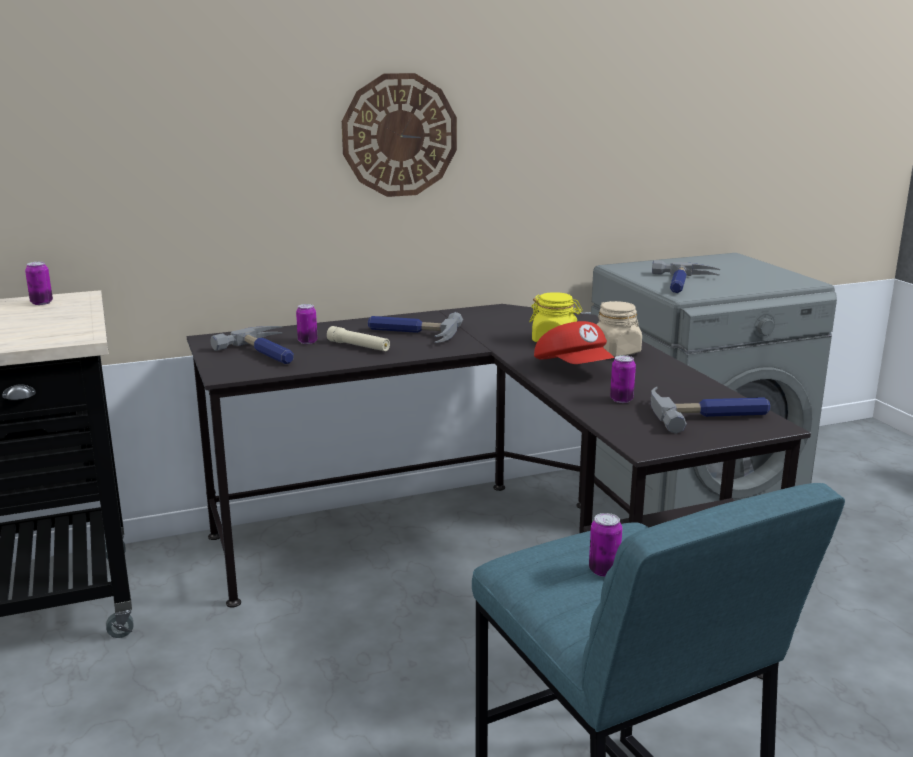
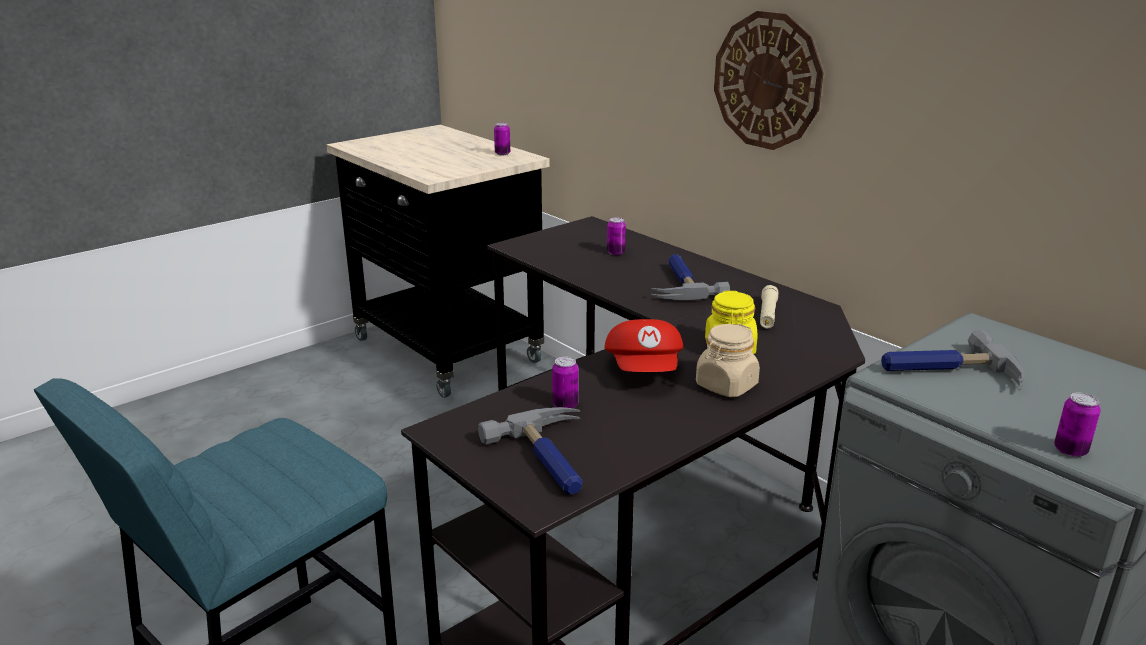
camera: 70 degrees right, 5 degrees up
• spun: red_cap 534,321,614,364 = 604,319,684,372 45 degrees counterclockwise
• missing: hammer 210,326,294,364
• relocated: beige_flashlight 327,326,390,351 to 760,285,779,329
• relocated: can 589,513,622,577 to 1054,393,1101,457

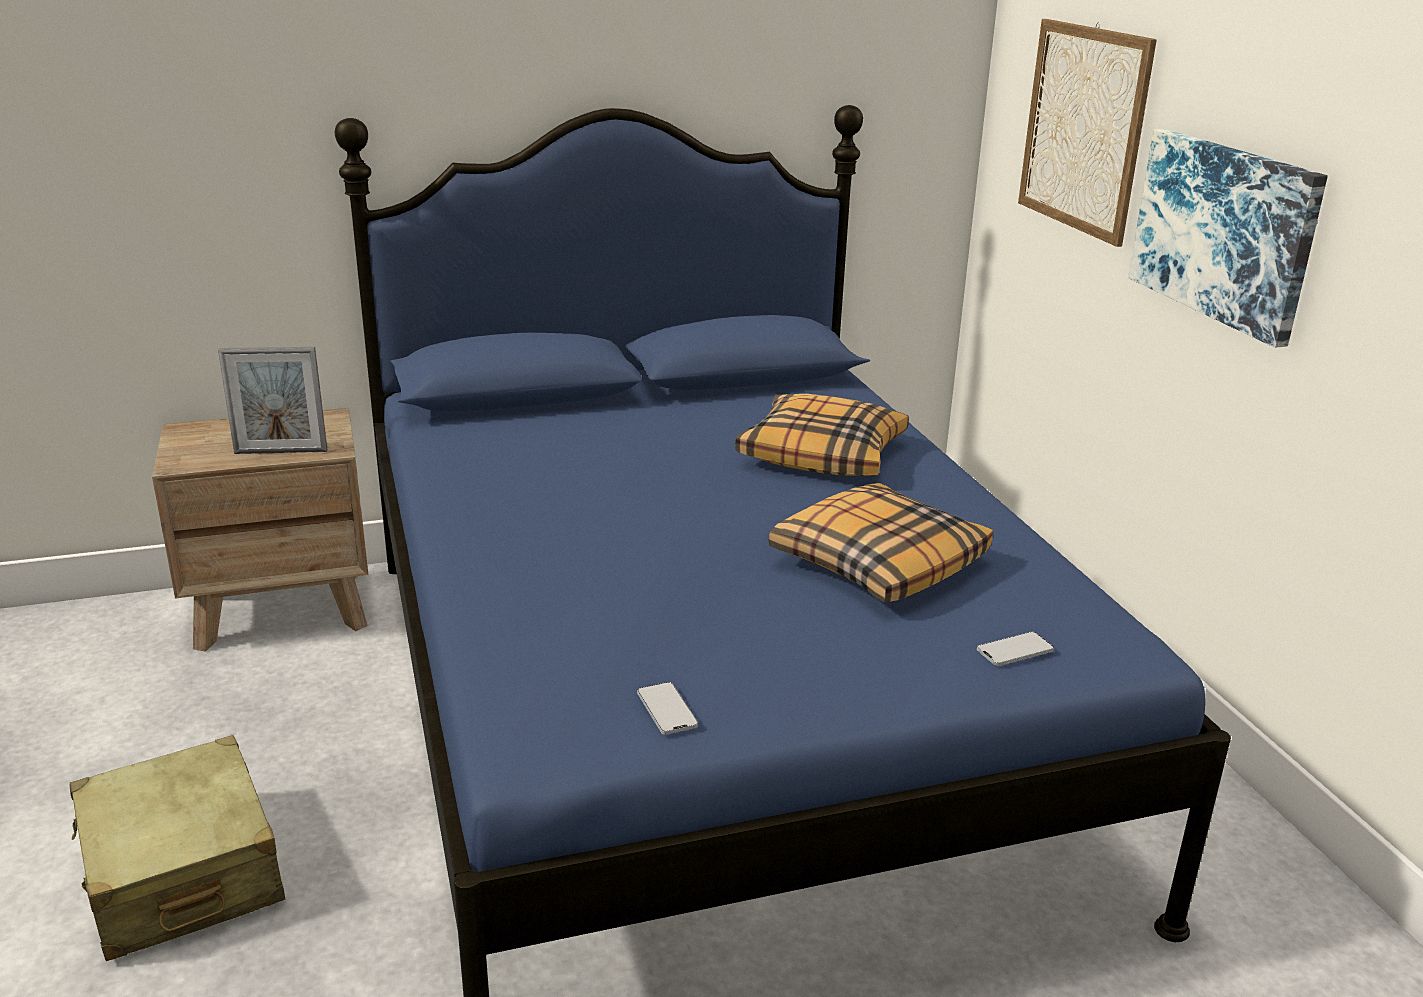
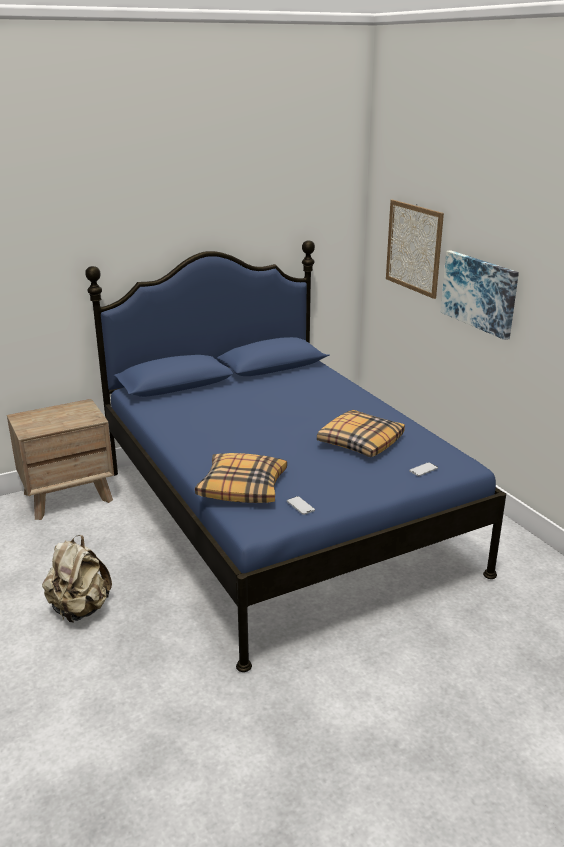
camera: 10 degrees left, 0 degrees up
• missing: picture_frame 218,347,328,454
• relocated: pillow 735,394,909,476 to 195,453,287,503
• exchanged: beige_suitcase 70,735,285,961 to beige_backpack 42,535,112,622

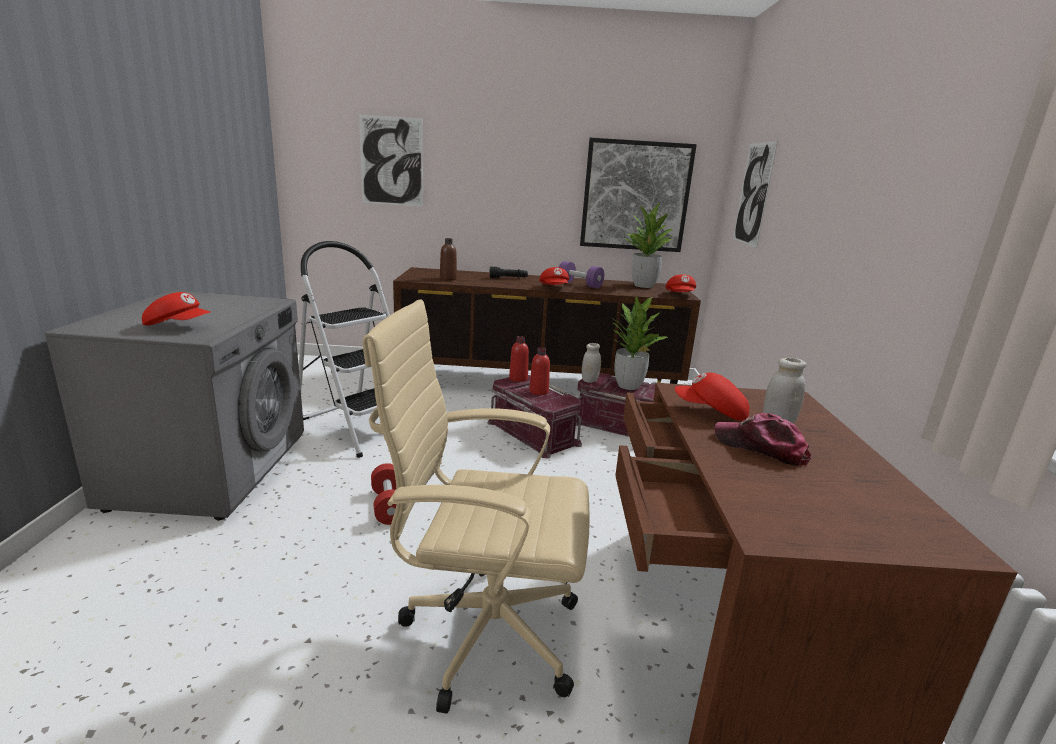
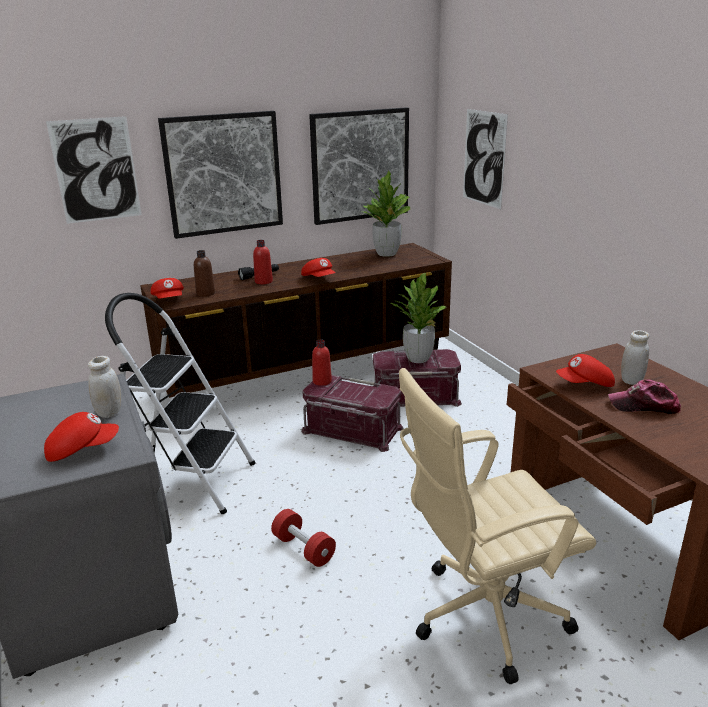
camera: 25 degrees left, 5 degrees up
• missing: purple_dumbbell 559,261,604,288
• relocated: red_cap 666,275,696,292 to 150,278,184,299
• relocated: white_jar 582,343,601,383 to 88,356,121,418
• relocated: red_bottle 529,347,550,395 to 253,240,273,284
• appeared: picture 158,111,283,239

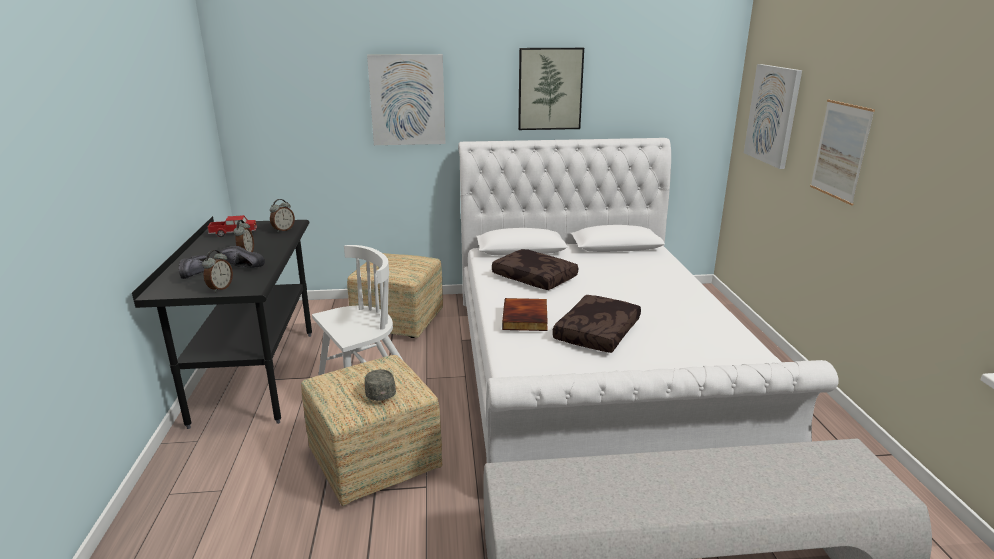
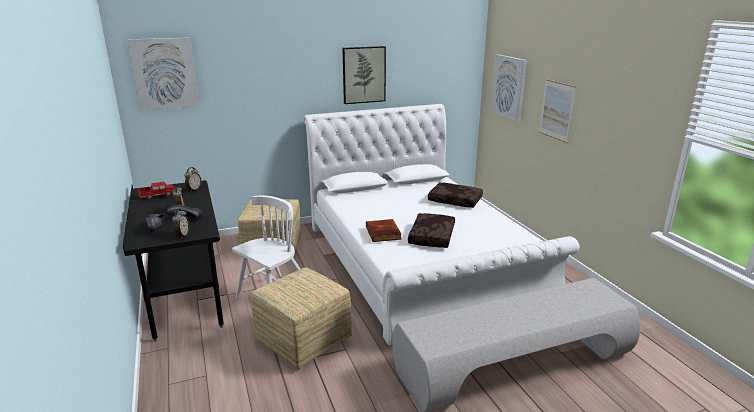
camera: 15 degrees left, 0 degrees up
• relocated: picture 367,54,446,145 to 128,37,199,110
• relocated: brown_pillow 492,249,578,290 to 428,183,483,208
• missing: grey_cap 365,369,396,401

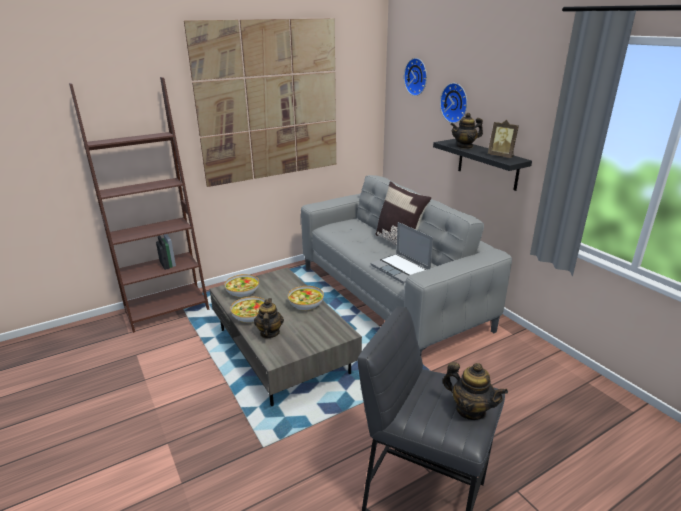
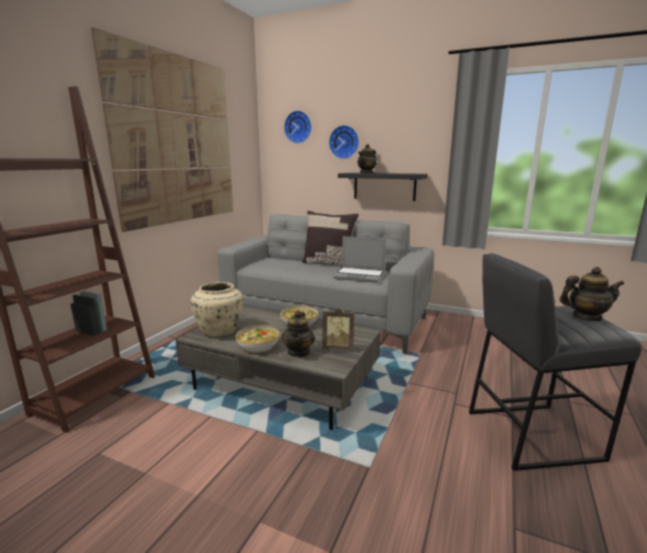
camera: 35 degrees left, 10 degrees down
• relocated: picture_frame 488,120,519,158 to 322,308,354,351
• exchanged: bowl 224,274,259,298 to beige_vase 191,282,243,337
• spun: teapot 254,298,284,338 = 282,310,315,357 135 degrees counterclockwise

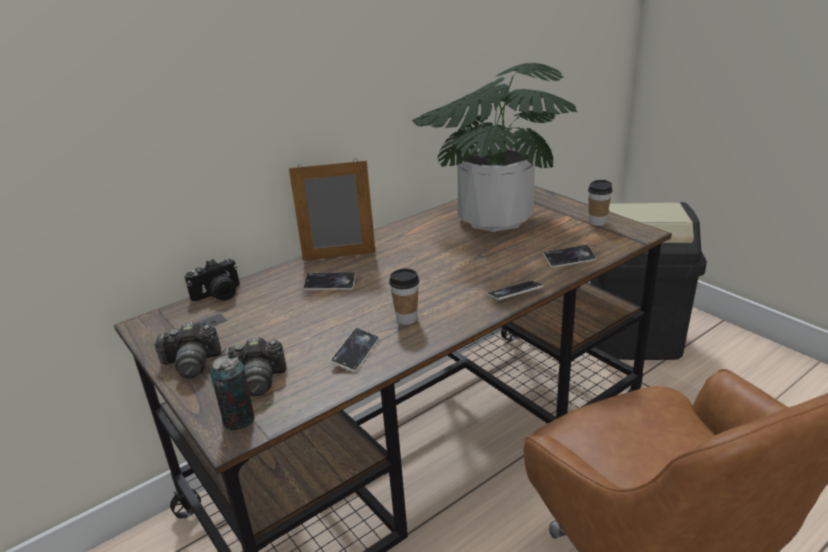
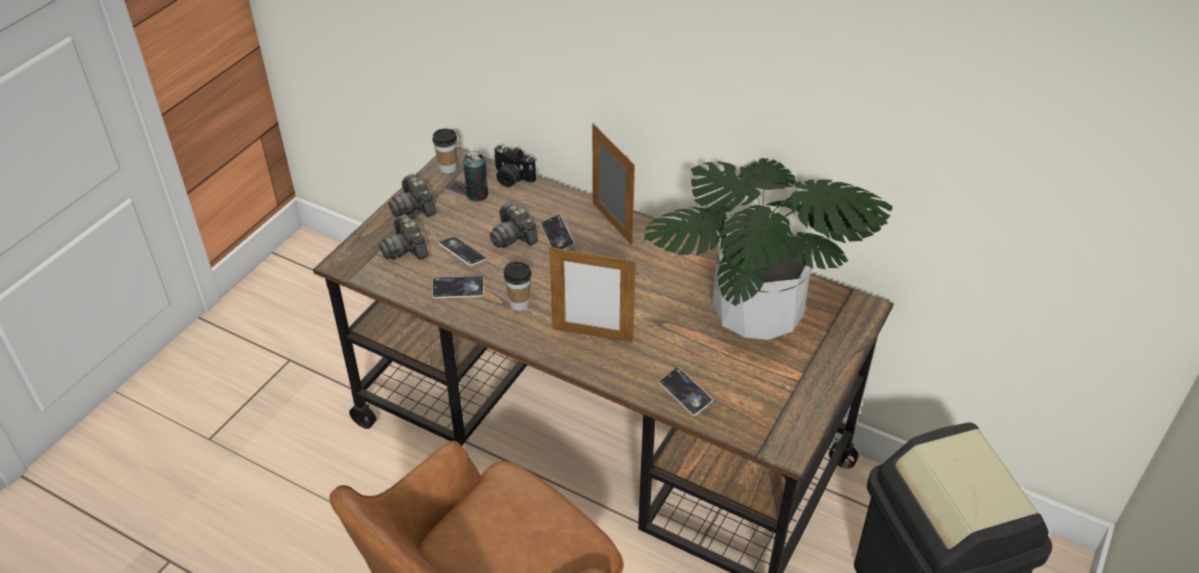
camera: 65 degrees right, 15 degrees up
• relocated: cup 588,180,613,226 to 433,129,457,174
• relocated: phone 487,281,544,300 to 438,237,487,266
• relocated: can 210,355,255,430 to 463,151,488,202
• appeared: photo_camera 490,202,538,248
• appeared: picture_frame 549,246,636,343

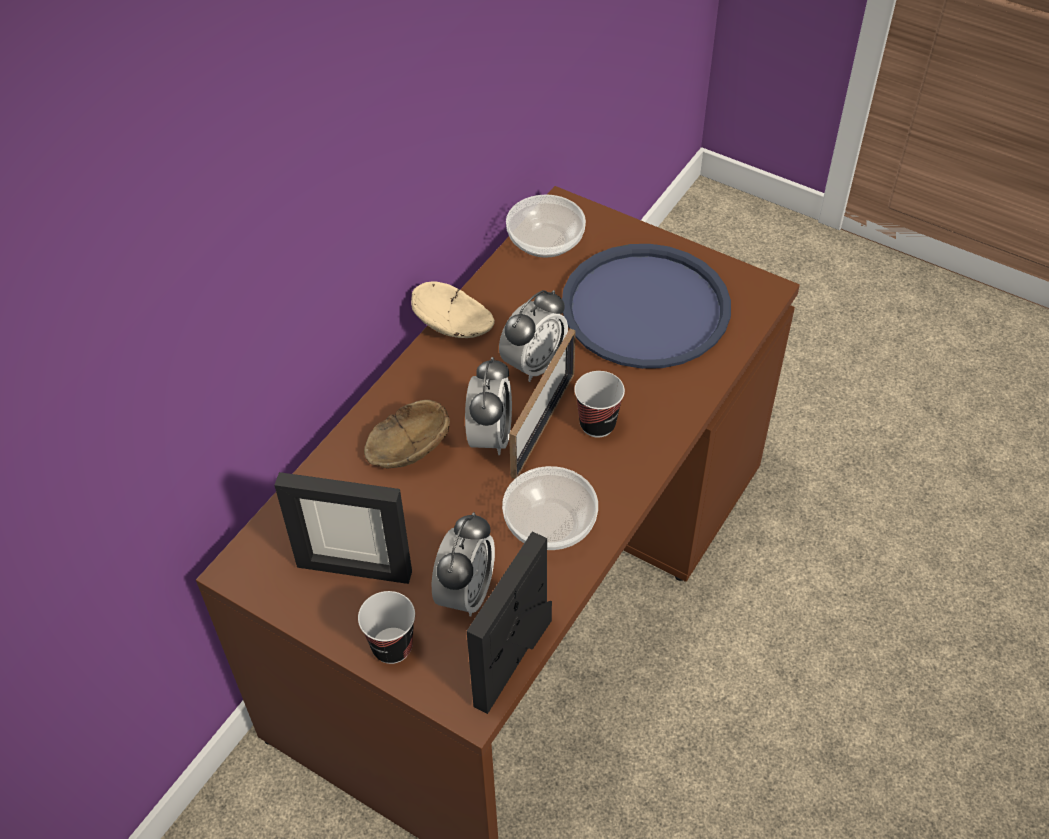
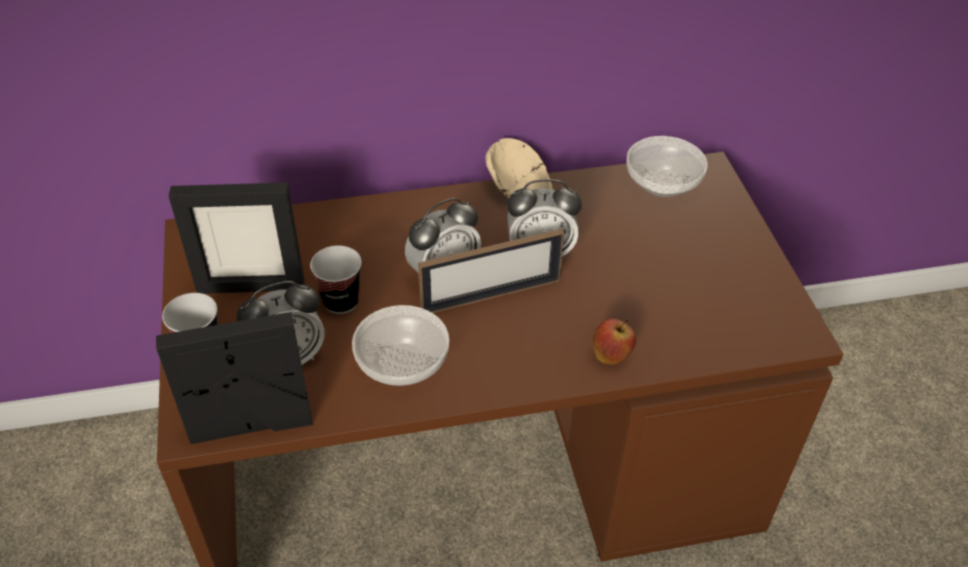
camera: 45 degrees right, 5 degrees down
• missing: blue_tray 562,244,731,369
• relocated: cup 574,371,625,438 to 310,245,362,314
• missing: brown_bowl 364,400,450,468
• spun: picture_frame 274,472,412,584 = 169,183,305,294 60 degrees counterclockwise
• appeared: apple 593,319,636,364

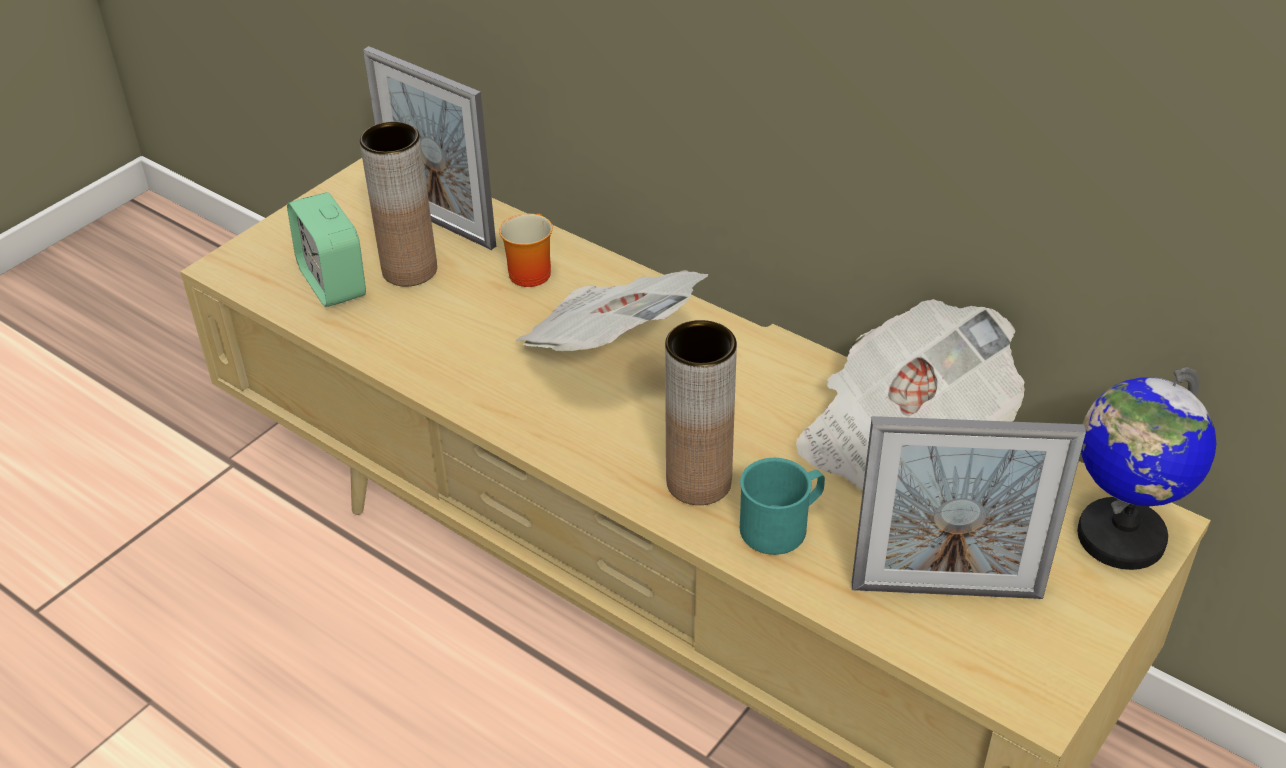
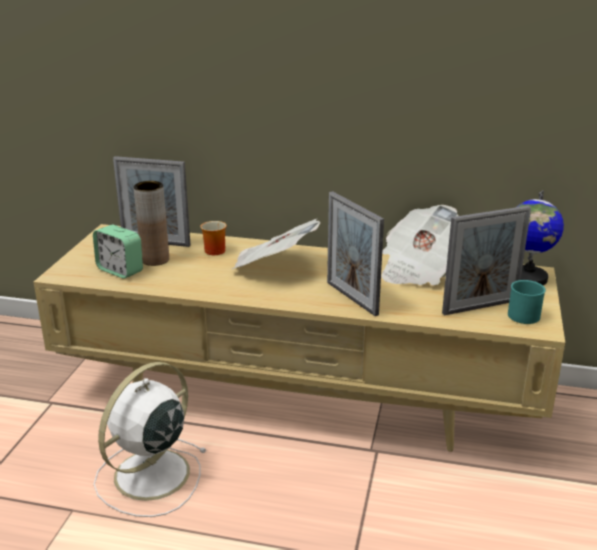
camera: 25 degrees left, 15 degrees down
• exchanged: brown_vase 665,320,737,505 to picture_frame 327,191,384,316
• relocated: turquoise_mug 740,458,825,555 to 508,280,546,324
• appeared: white_fan 94,362,207,517

